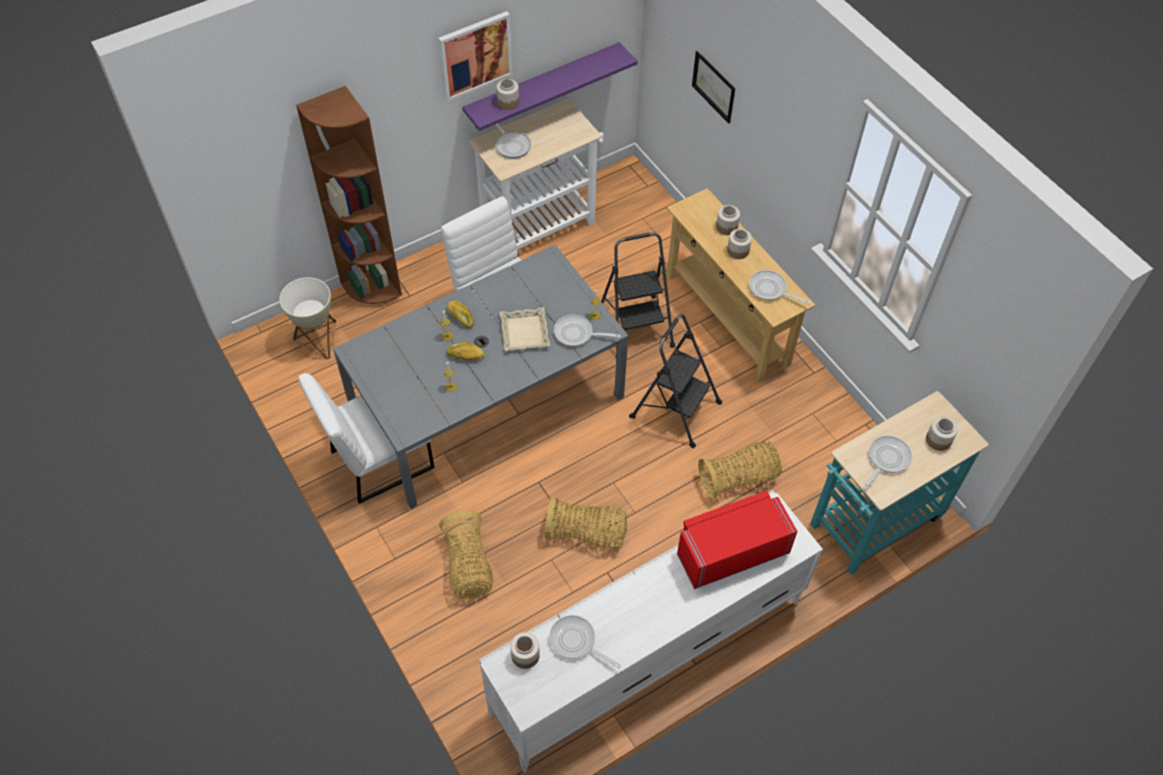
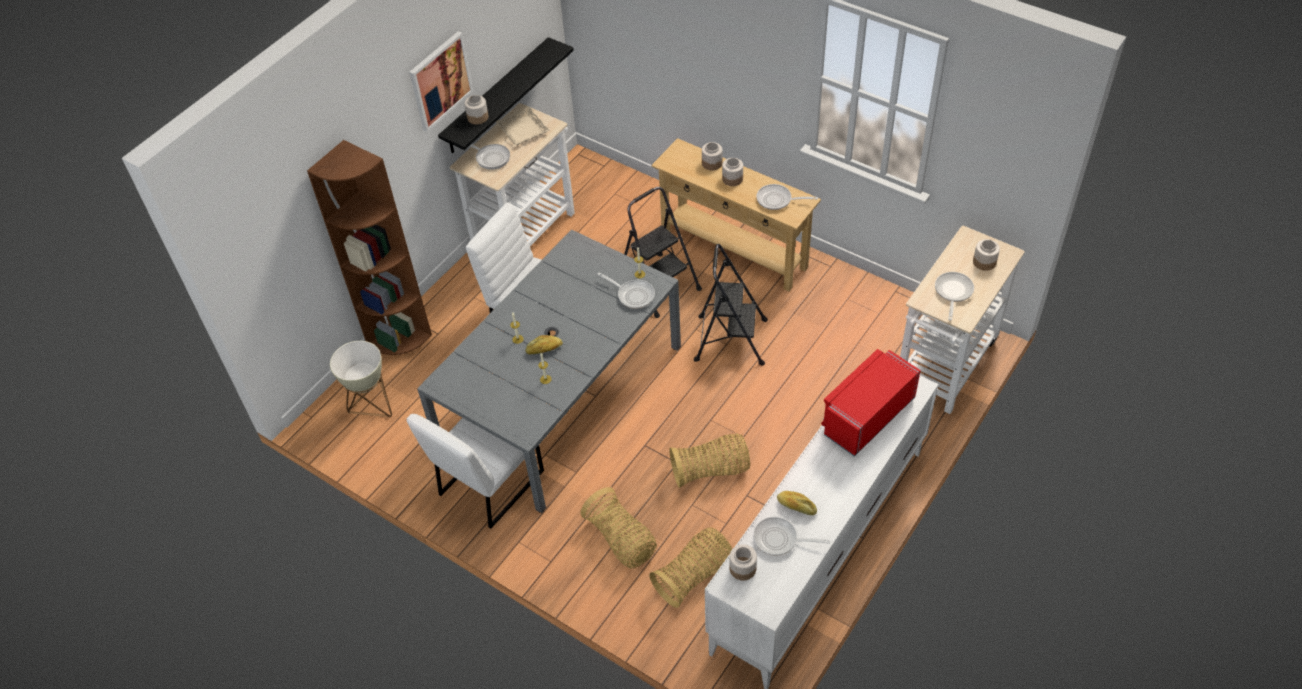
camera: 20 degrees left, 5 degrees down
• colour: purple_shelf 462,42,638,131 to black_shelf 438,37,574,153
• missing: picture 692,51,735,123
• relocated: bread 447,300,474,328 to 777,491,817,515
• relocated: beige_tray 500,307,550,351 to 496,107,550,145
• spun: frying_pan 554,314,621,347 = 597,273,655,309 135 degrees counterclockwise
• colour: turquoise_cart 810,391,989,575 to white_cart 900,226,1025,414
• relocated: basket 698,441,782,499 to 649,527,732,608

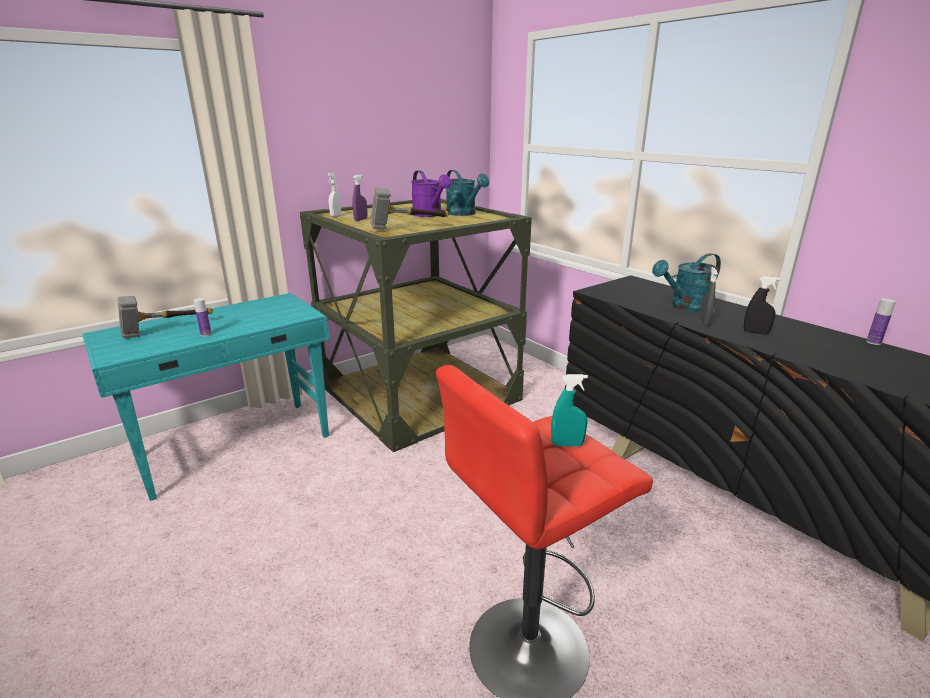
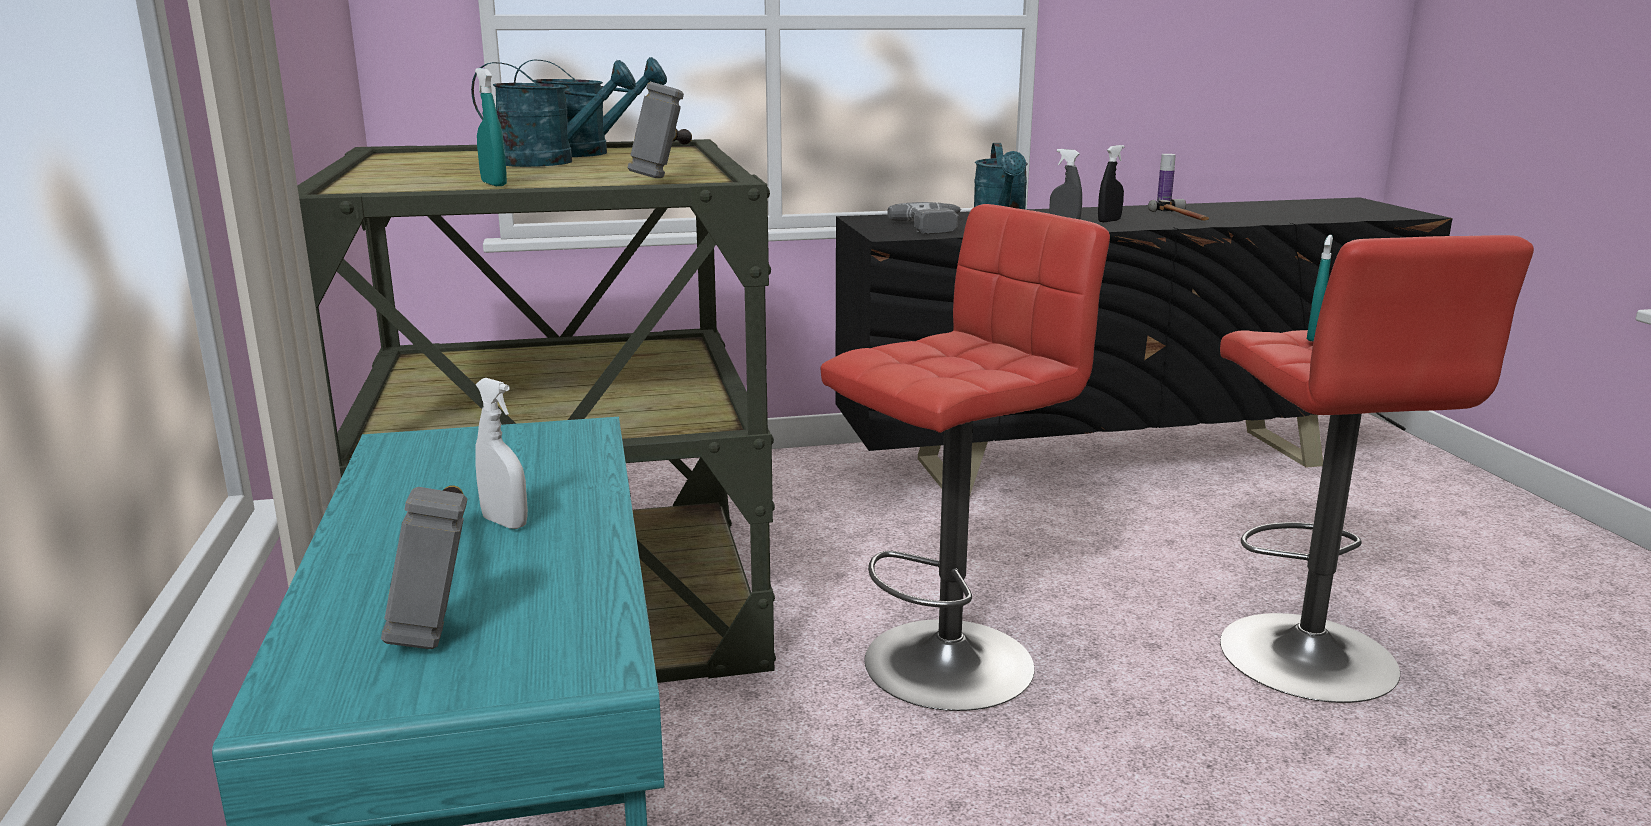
camera: 65 degrees left, 5 degrees down
• colour: purple_watering_can 411,171,452,217 to turquoise_watering_can 471,60,636,167
• relocated: white_spray_bottle 328,173,341,217 to 475,378,528,529
• colour: purple_spray_bottle 352,174,368,221 to turquoise_spray_bottle 475,68,507,186
• missing: bottle 193,298,212,337
• appeared: hammer 1148,199,1209,221
• appeared: power_drill 887,202,961,234
• appeared: red_stool 821,204,1110,711

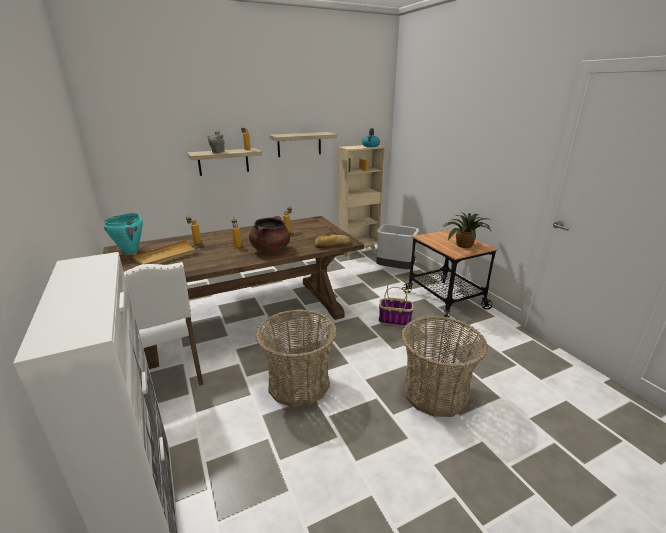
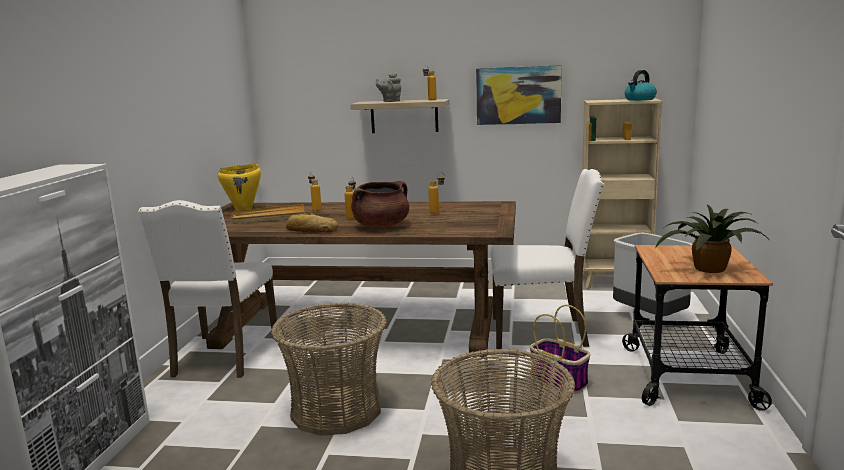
camera: 35 degrees right, 10 degrees down
• exchanged: shelf 269,132,337,157 to picture 476,65,562,125
• colour: turquoise_cooking_pot 104,213,143,254 to yellow_cooking_pot 218,164,261,211
• relocated: bread 314,233,350,248 to 286,213,338,233
• appeared: white_chair 491,169,605,349

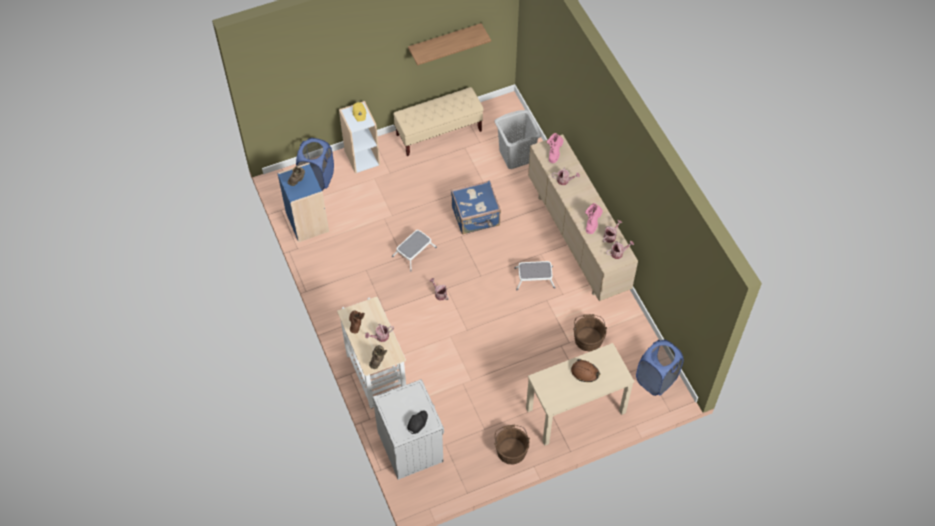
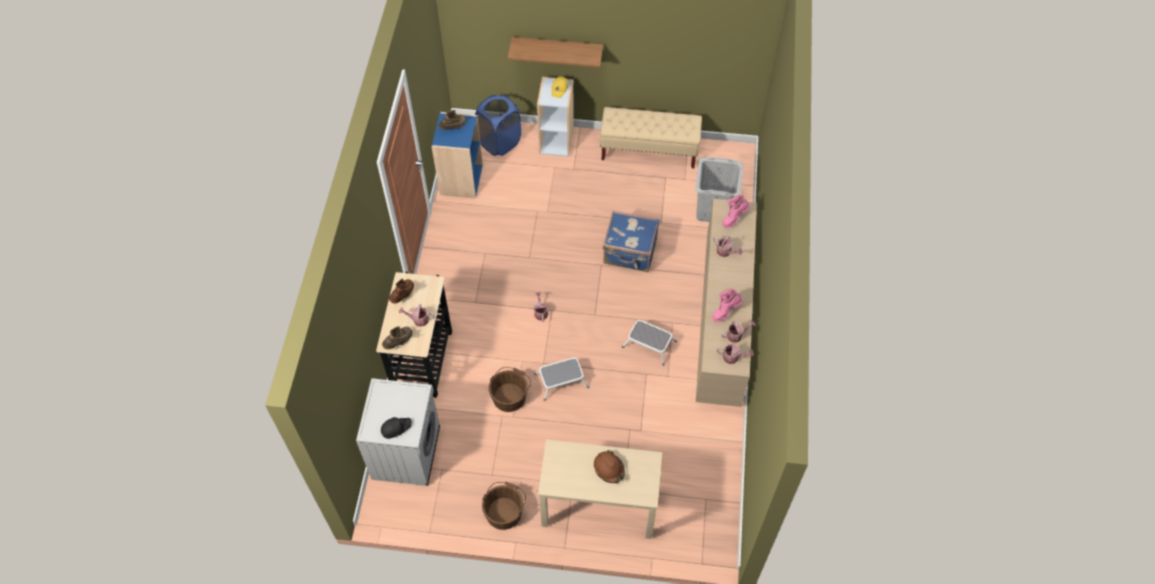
camera: 30 degrees right, 0 degrees up
• relocated: shelf 408,23,491,65 to 507,37,603,68
• relocated: grey_step_ladder 392,230,437,272 to 534,357,589,401
• colour: white_cart 337,297,406,409 to black_cart 376,272,452,398
• relocated: brown_bucket 573,314,607,351 to 489,367,531,412
• missing: blue_laundry_basket 636,340,684,396

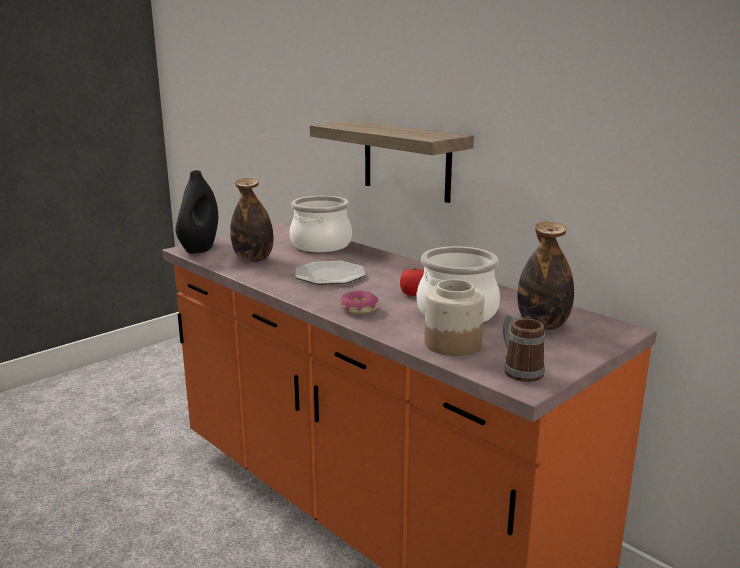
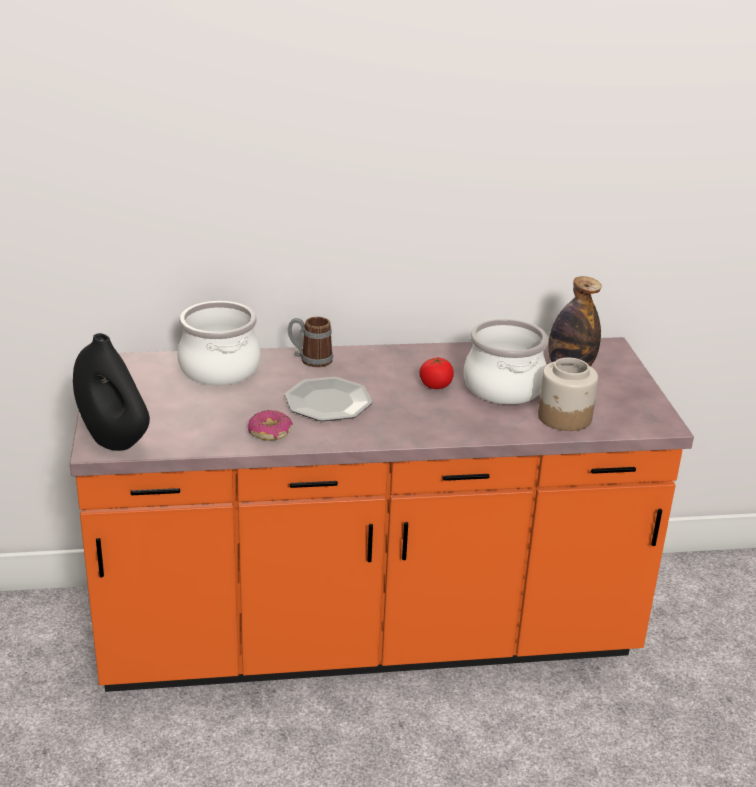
camera: 55 degrees left, 10 degrees up
• missing: shelf 310,121,474,203
• missing: bottle 230,178,273,262
• relocated: donut 340,291,378,314 to 248,410,293,441
• relocated: mug 503,314,545,382 to 288,317,333,367

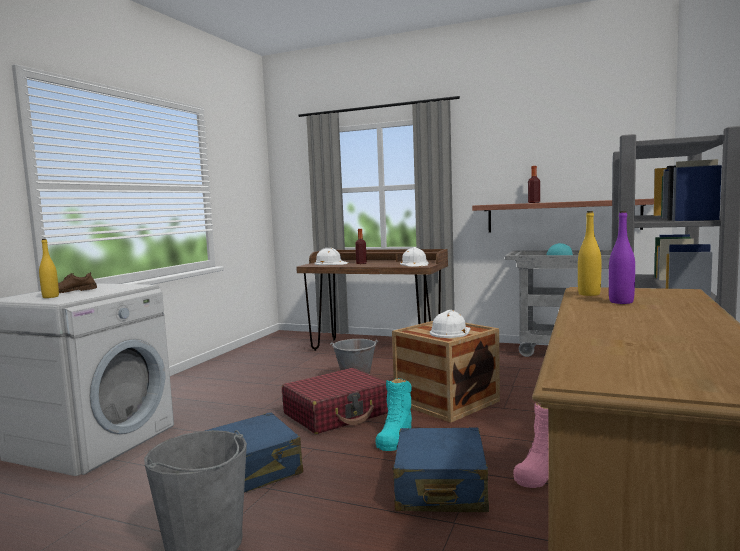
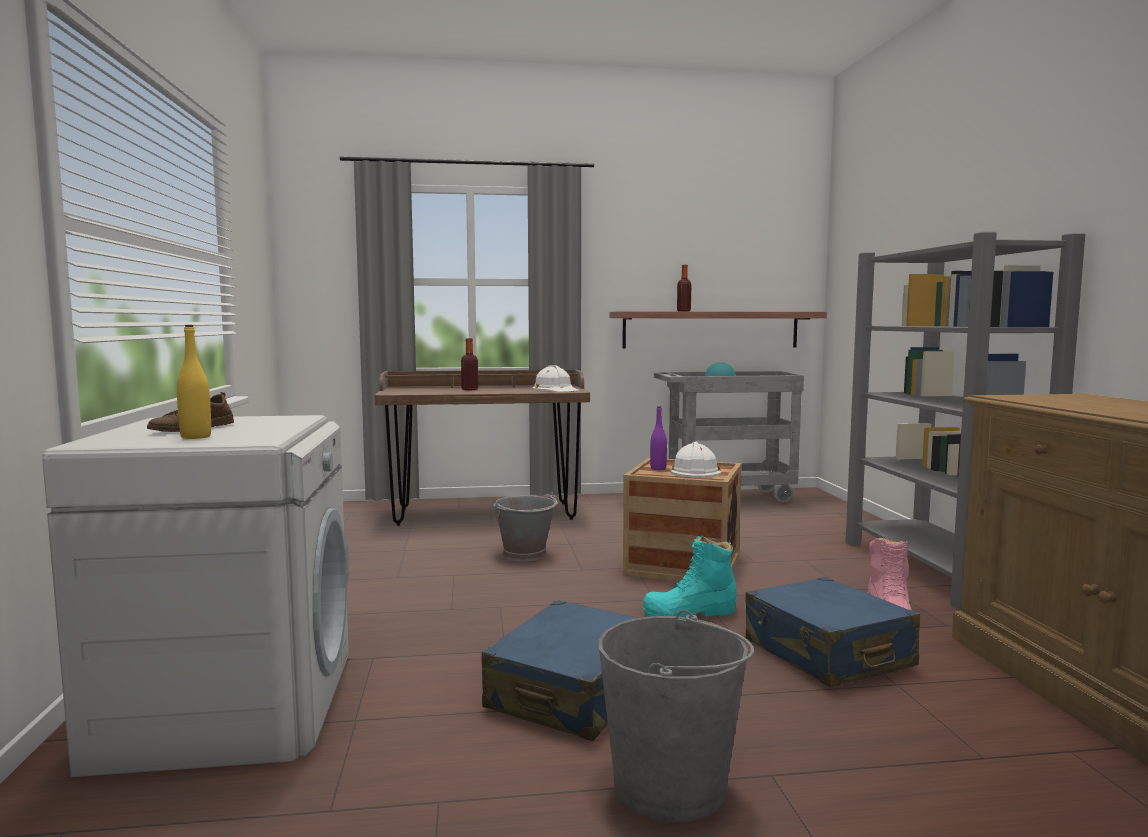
camera: 30 degrees left, 0 degrees up
• missing: yellow_bottle 578,211,601,296
• relocated: purple_bottle 609,211,635,304 to 650,406,667,470
• missing: white_hard_hat 315,248,349,265
• missing: red_suitcase 282,368,388,434
• spun: turquoise_boot 376,378,412,451 = 643,536,737,617 90 degrees clockwise

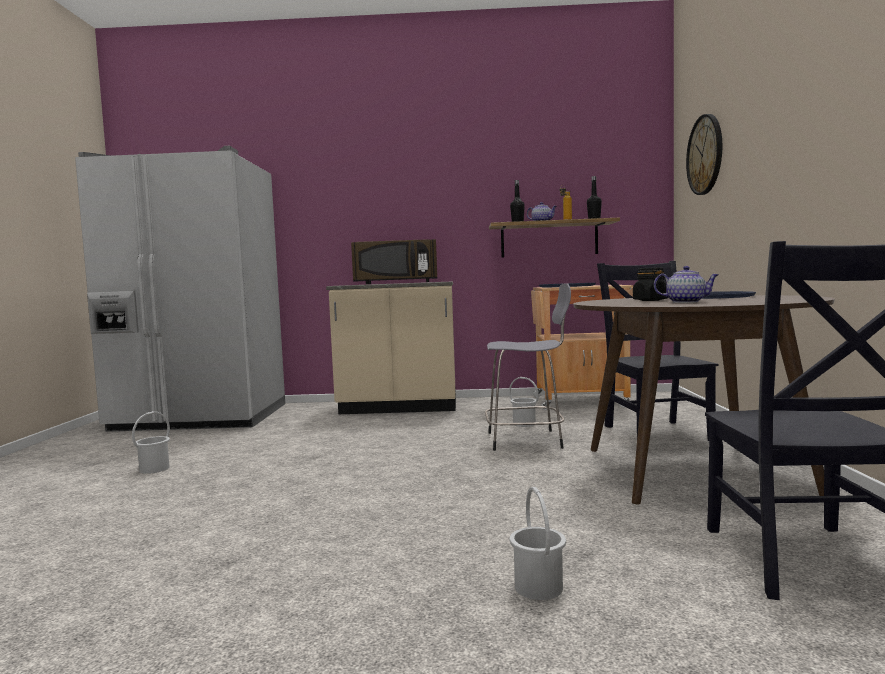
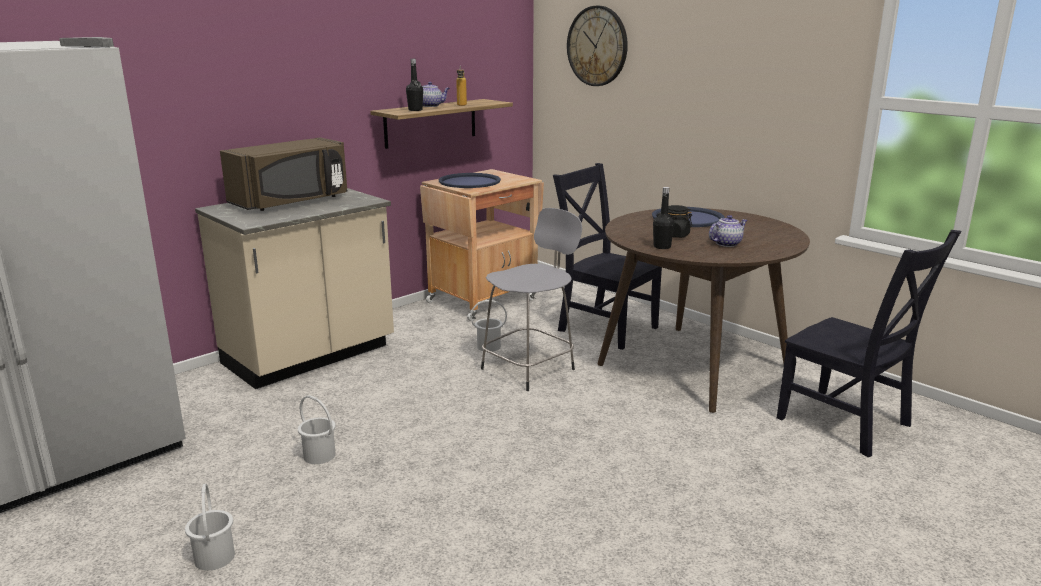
camera: 45 degrees left, 15 degrees up
• relocated: black_bottle 587,176,602,219 to 653,187,675,249
• relocated: white_bucket 510,487,566,600 to 298,395,336,464

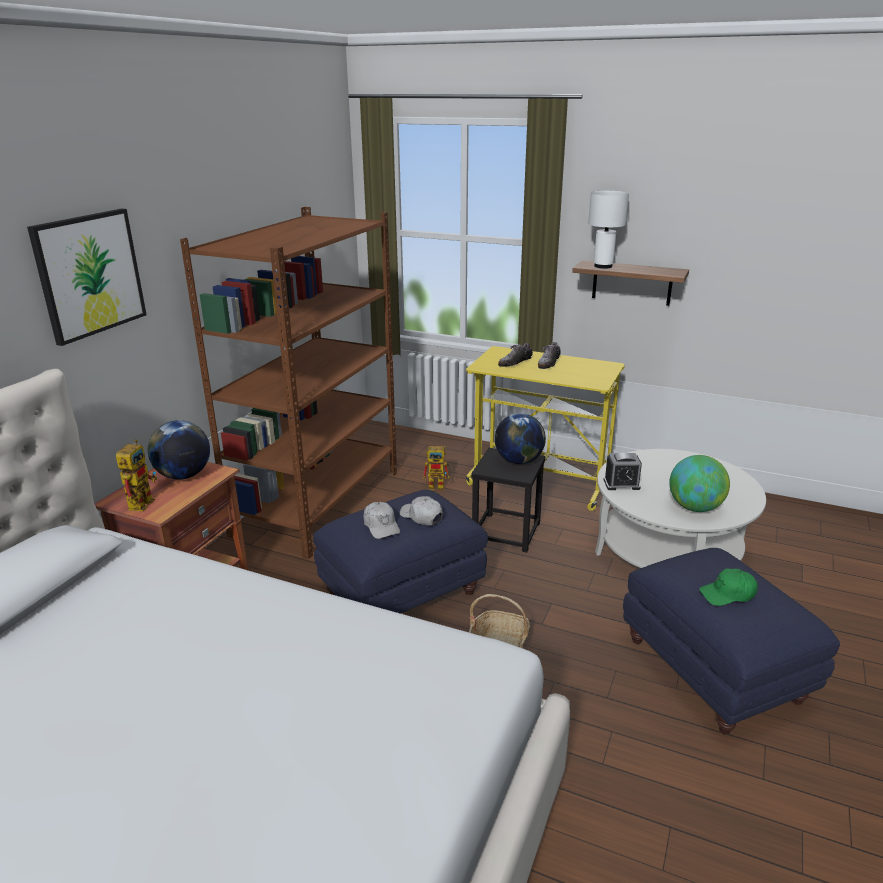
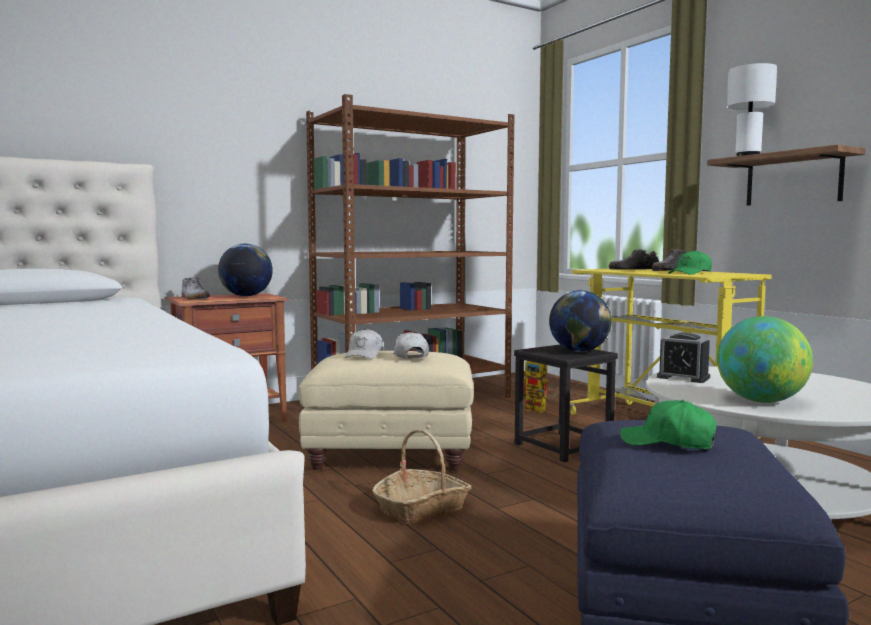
camera: 35 degrees right, 20 degrees down
• missing: picture 27,209,147,346
• exchanged: toy_robot 116,439,157,511 to shoe 181,276,210,300
• colour: blue_ottoman 313,490,488,614 to beige_ottoman 299,351,474,472
• appeared: green_cap 668,250,712,275

